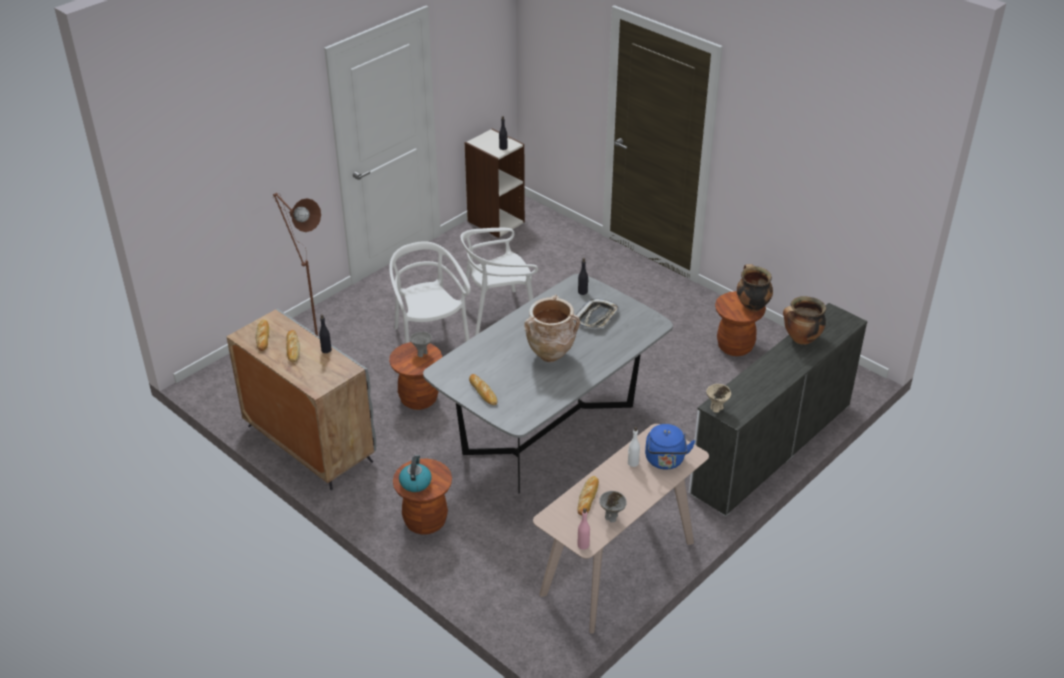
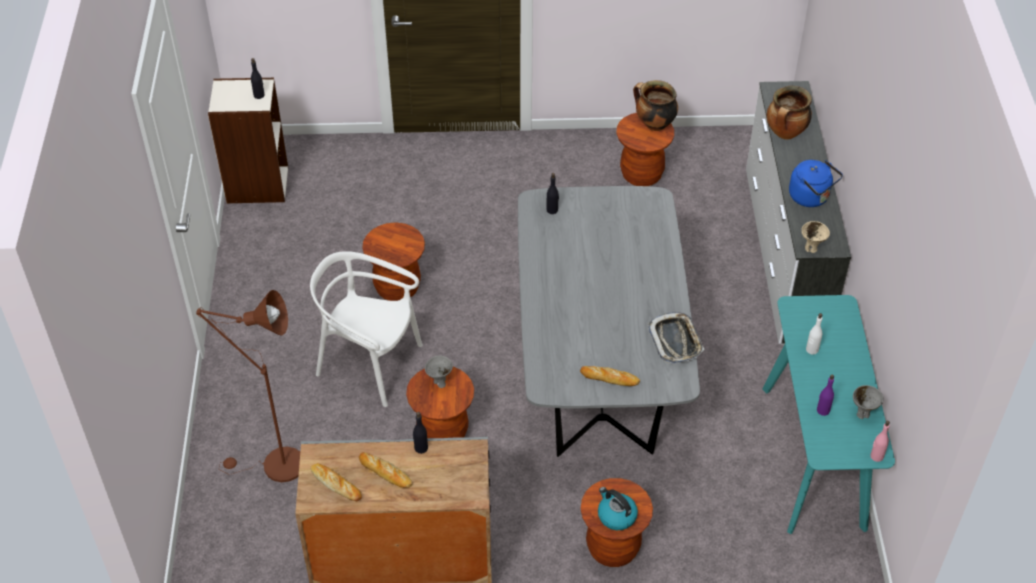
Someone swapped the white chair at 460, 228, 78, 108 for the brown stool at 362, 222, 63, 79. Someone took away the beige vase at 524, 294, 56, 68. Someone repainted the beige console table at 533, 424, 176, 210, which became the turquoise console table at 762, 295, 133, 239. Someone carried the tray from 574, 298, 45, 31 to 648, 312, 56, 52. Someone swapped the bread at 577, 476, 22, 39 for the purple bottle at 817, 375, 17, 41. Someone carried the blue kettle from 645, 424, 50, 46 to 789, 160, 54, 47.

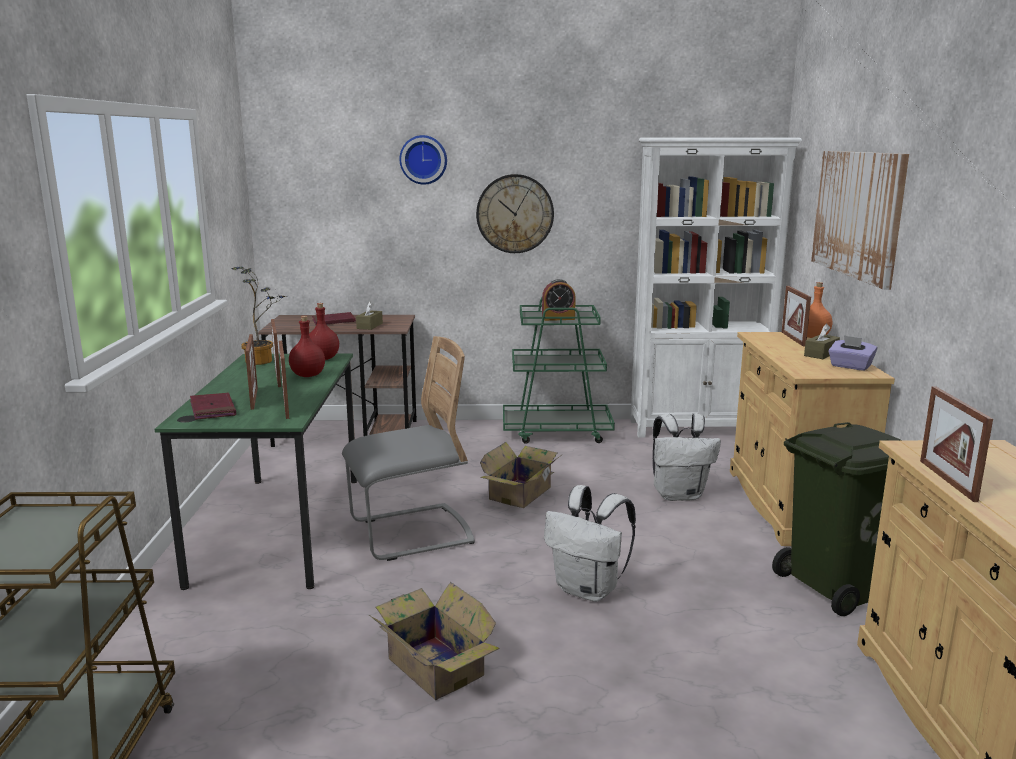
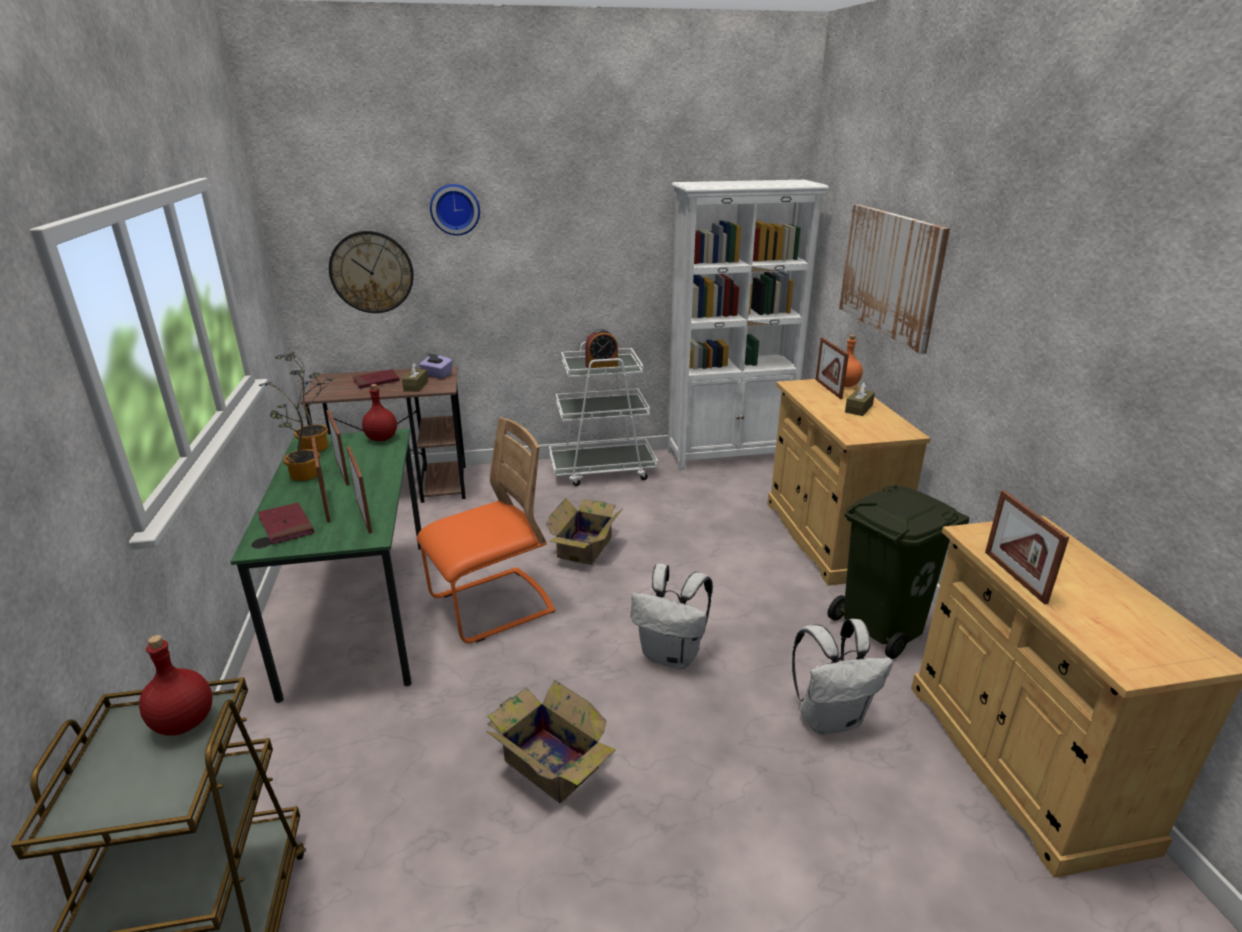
Someone carried the red bottle from 289, 316, 36, 61 to 139, 635, 73, 101. Someone repainted the grey chair at 342, 336, 133, 225, which became the orange chair at 417, 417, 138, 226. Someone carried the wall clock from 476, 174, 78, 79 to 329, 231, 85, 82. Someone repainted the green cart at 503, 298, 112, 146, which became the white cart at 549, 341, 109, 145. Someone carried the white backpack from 653, 414, 68, 87 to 792, 619, 101, 115. Someone carried the purple tissue box from 829, 335, 48, 36 to 419, 353, 34, 25. Someone put down the potted plant at 259, 370, 61, 111.

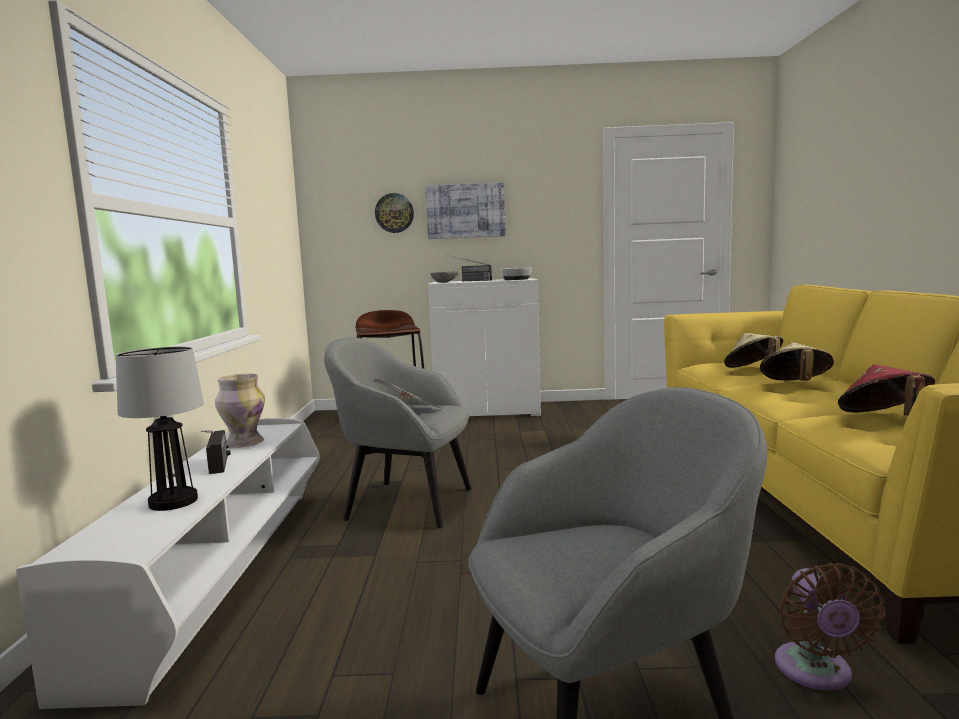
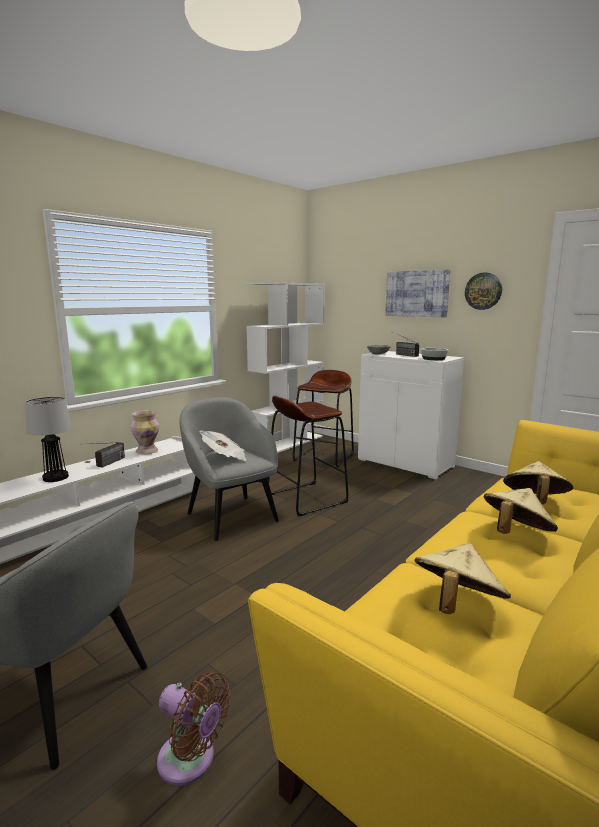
Someone carried the wall clock from 375, 193, 39, 40 to 465, 272, 37, 38. Someone rotated the brown fan at 775, 563, 110, 128 by 105 degrees counterclockwise. Someone repainted the red hat at 838, 364, 97, 51, which became the beige hat at 415, 543, 96, 71. Someone put down the white bookcase at 245, 282, 80, 171. Someone put down the brown stool at 267, 396, 82, 120.

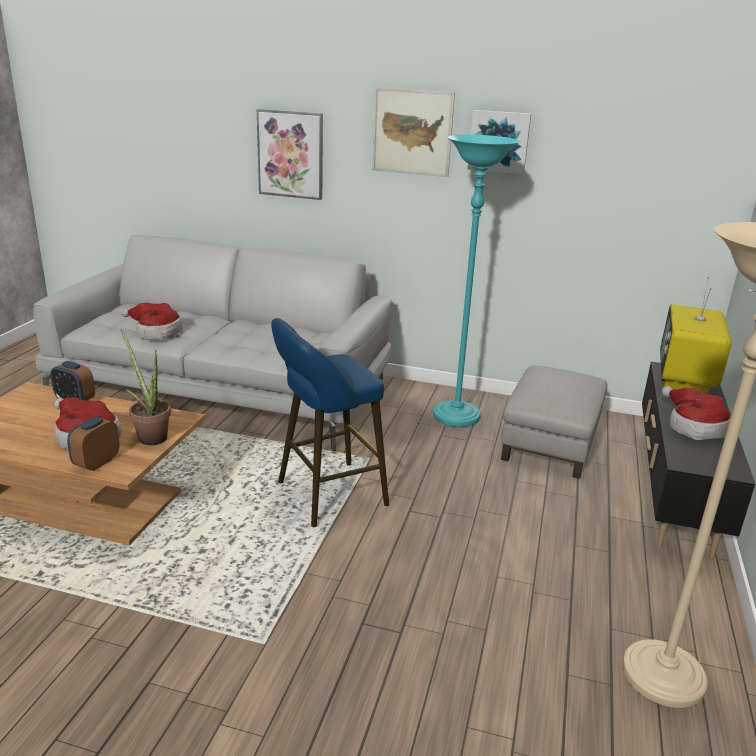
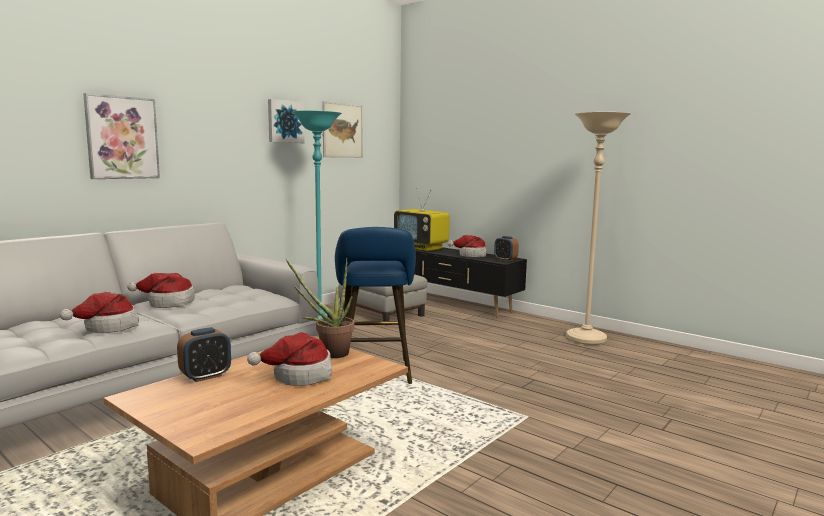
Someone carried the alarm clock from 67, 417, 53, 54 to 494, 236, 25, 26. Someone carried the picture from 372, 87, 83, 90 to 322, 101, 41, 57. Someone put down the hat at 127, 273, 68, 35.

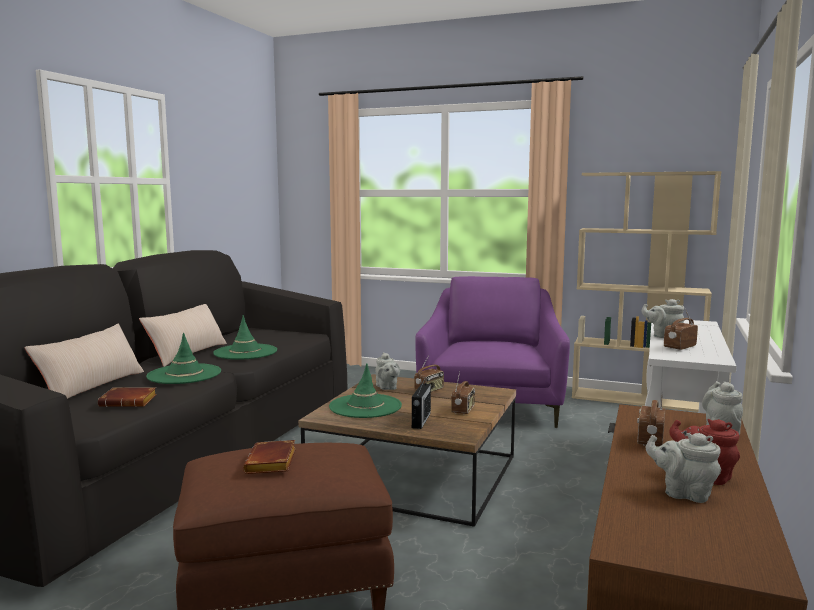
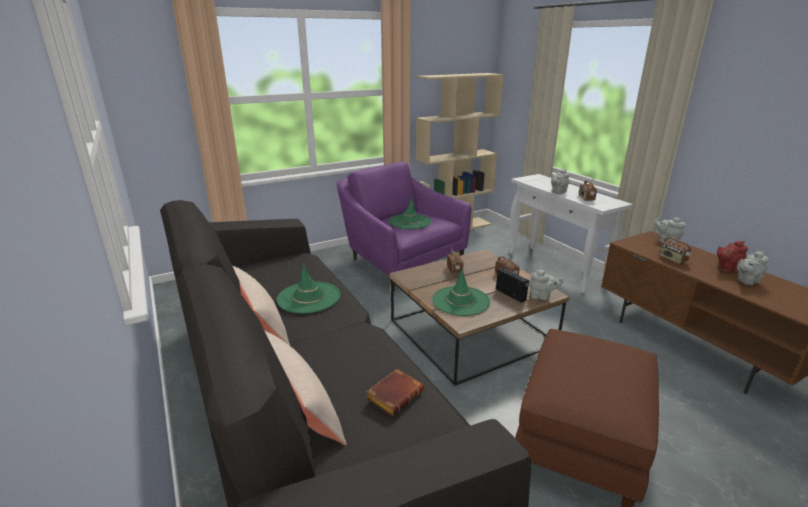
Someone carried the green hat from 146, 333, 75, 51 to 389, 197, 42, 32. Someone took away the brown book at 243, 440, 53, 34. Someone carried the grey teapot from 375, 352, 25, 38 to 529, 269, 34, 31.

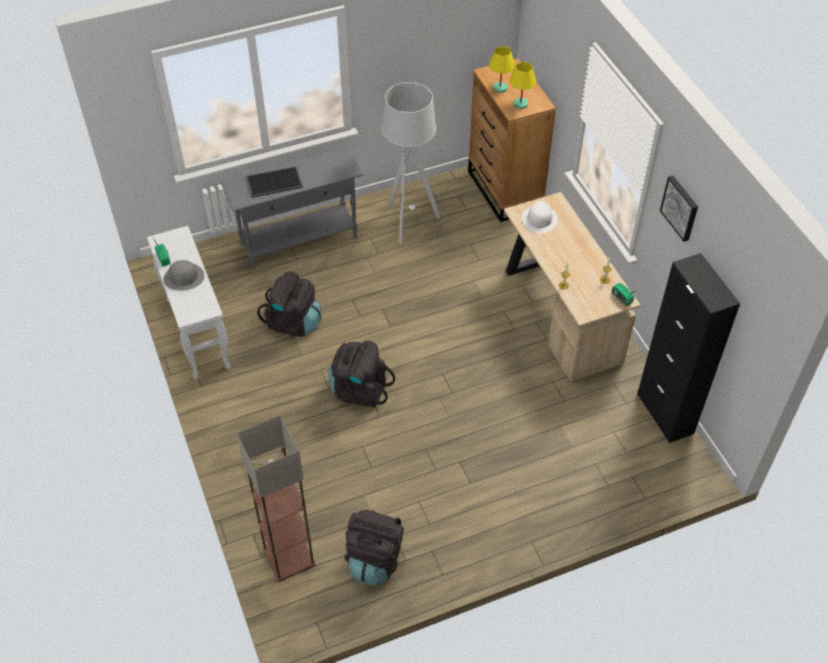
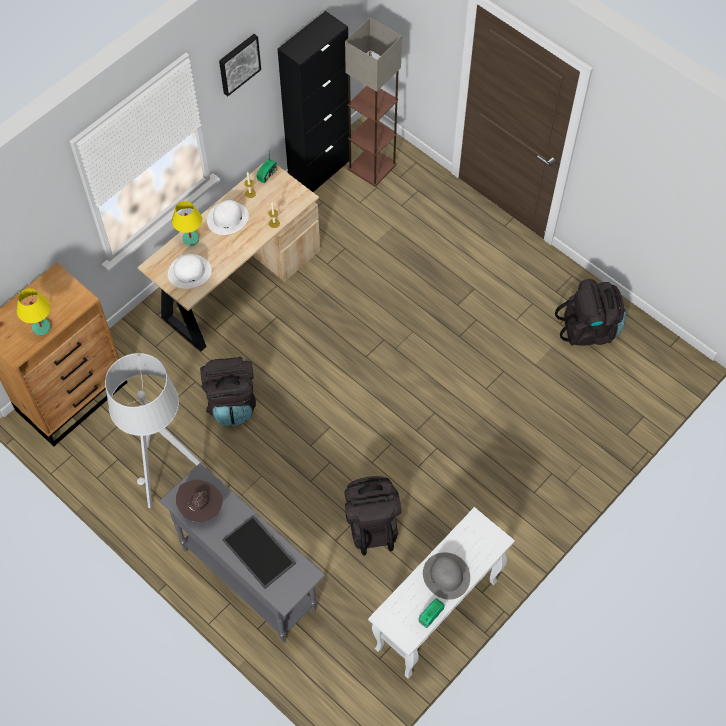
Someone carried the floor lamp from 236, 415, 80, 167 to 345, 18, 57, 169. Someone carried the black backpack from 328, 341, 67, 67 to 200, 357, 56, 69. Someone carried the yellow table lamp from 510, 62, 26, 47 to 172, 201, 30, 45. Someone put down the brown hat at 176, 479, 47, 44. Someone put down the white hat at 207, 200, 42, 35.

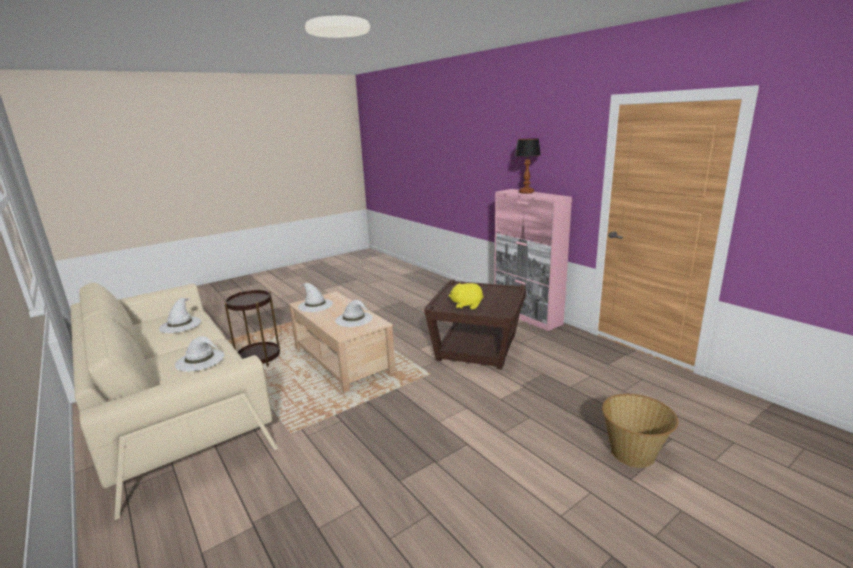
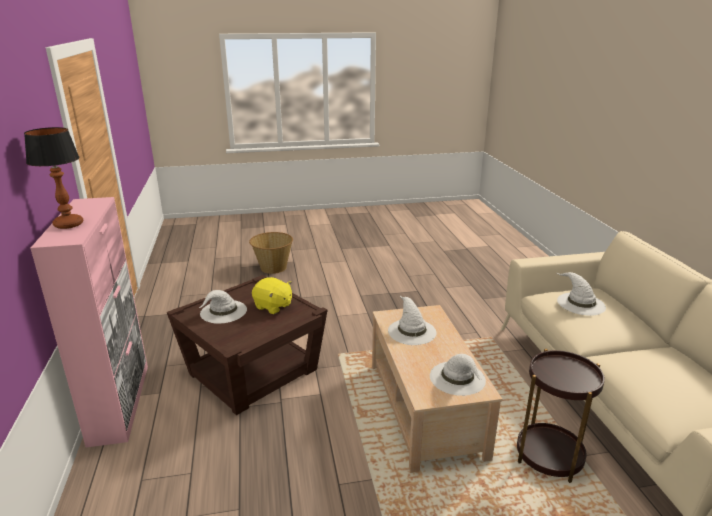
Someone carried the white hat from 159, 298, 42, 35 to 199, 290, 48, 34.

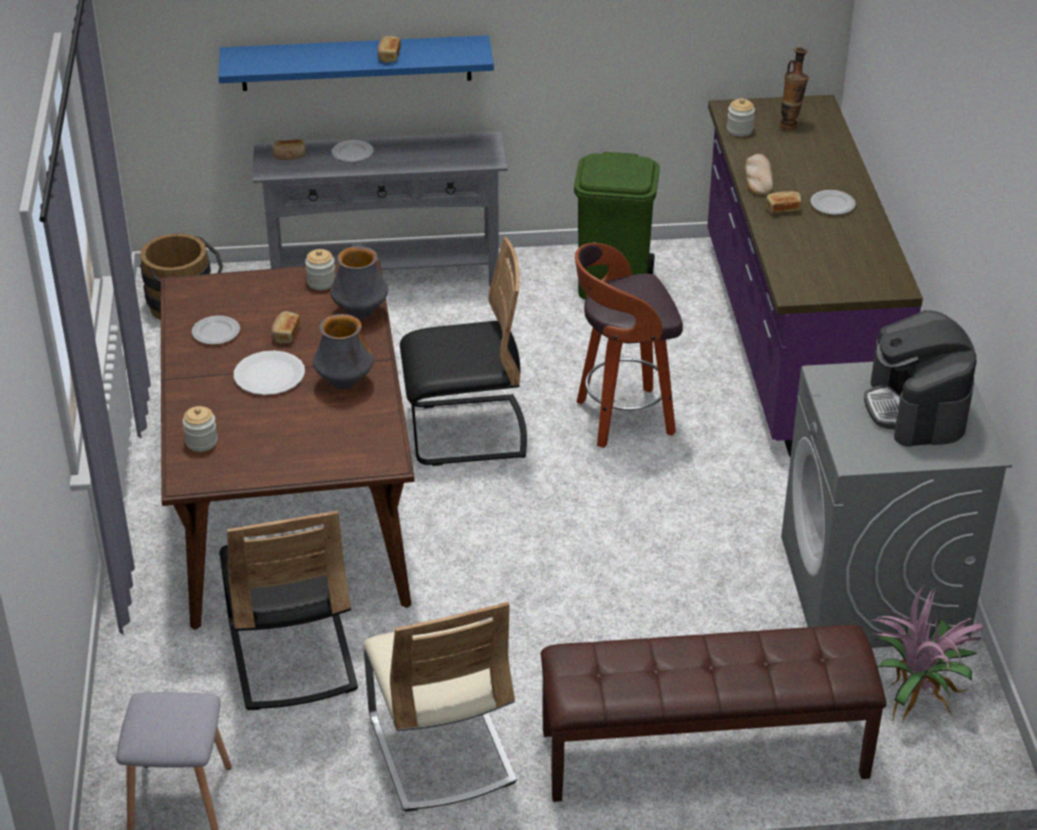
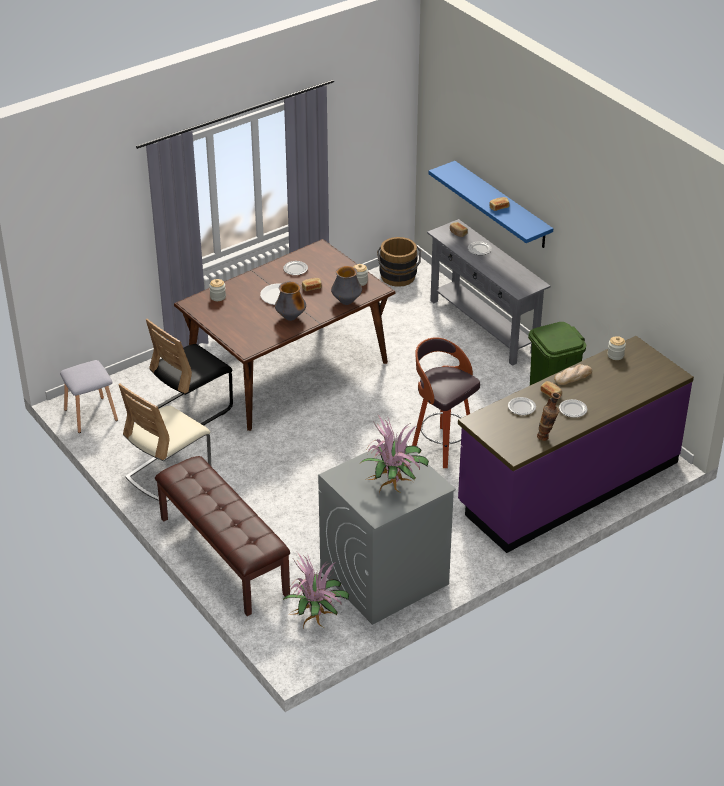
Someone took away the black chair at 400, 237, 127, 229. Someone carried the vase from 780, 47, 29, 82 to 537, 392, 24, 49. Someone swapped the coffee machine at 864, 310, 112, 137 for the potted plant at 361, 414, 68, 79. Someone put down the plate at 508, 397, 28, 18.

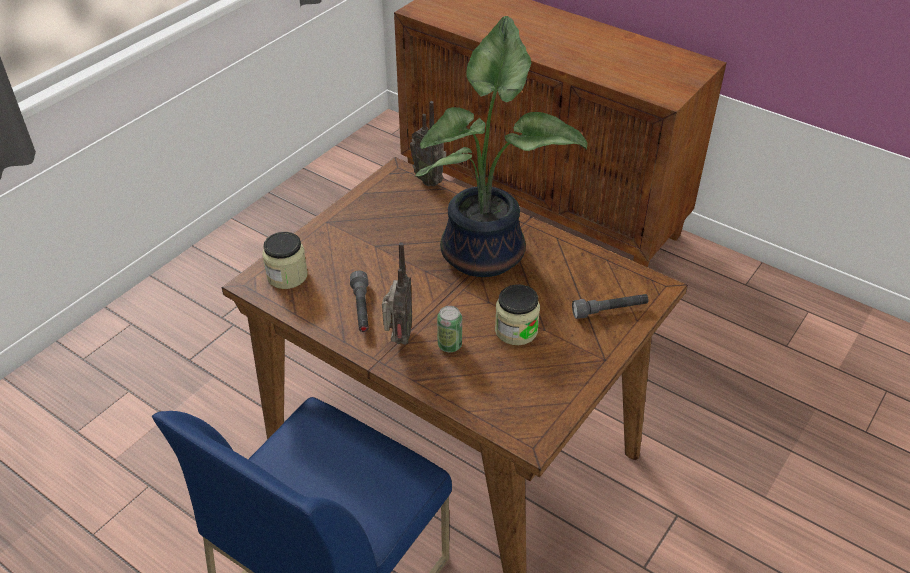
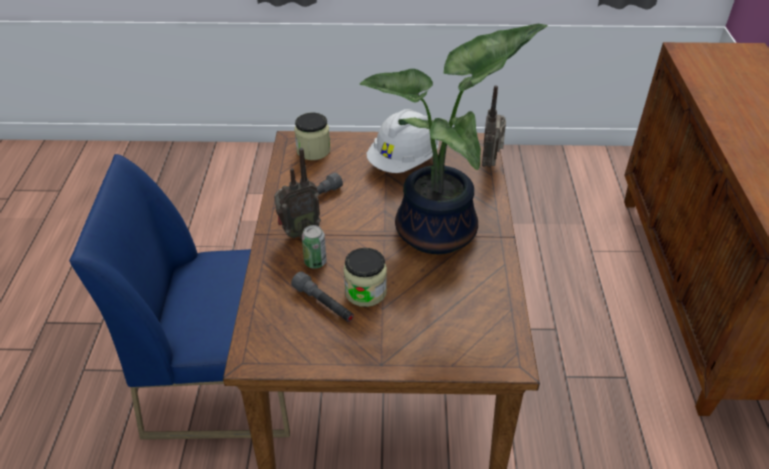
Someone carried the grey flashlight from 572, 294, 77, 25 to 291, 271, 63, 51. Someone put down the white hard hat at 366, 109, 73, 64.

